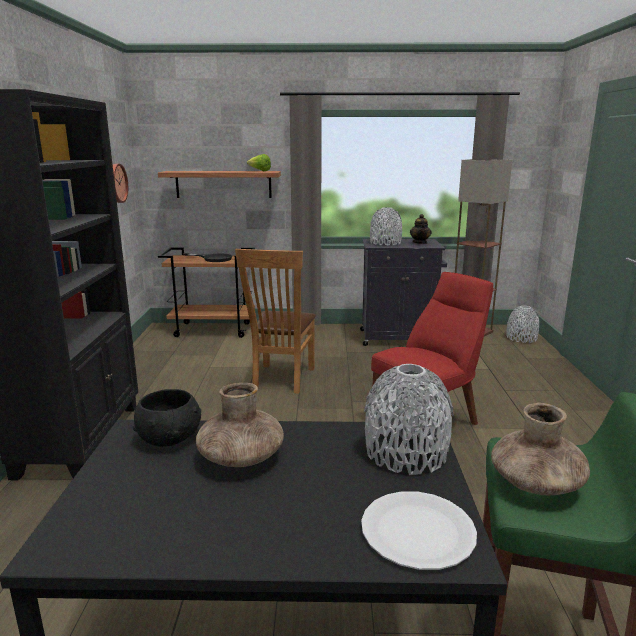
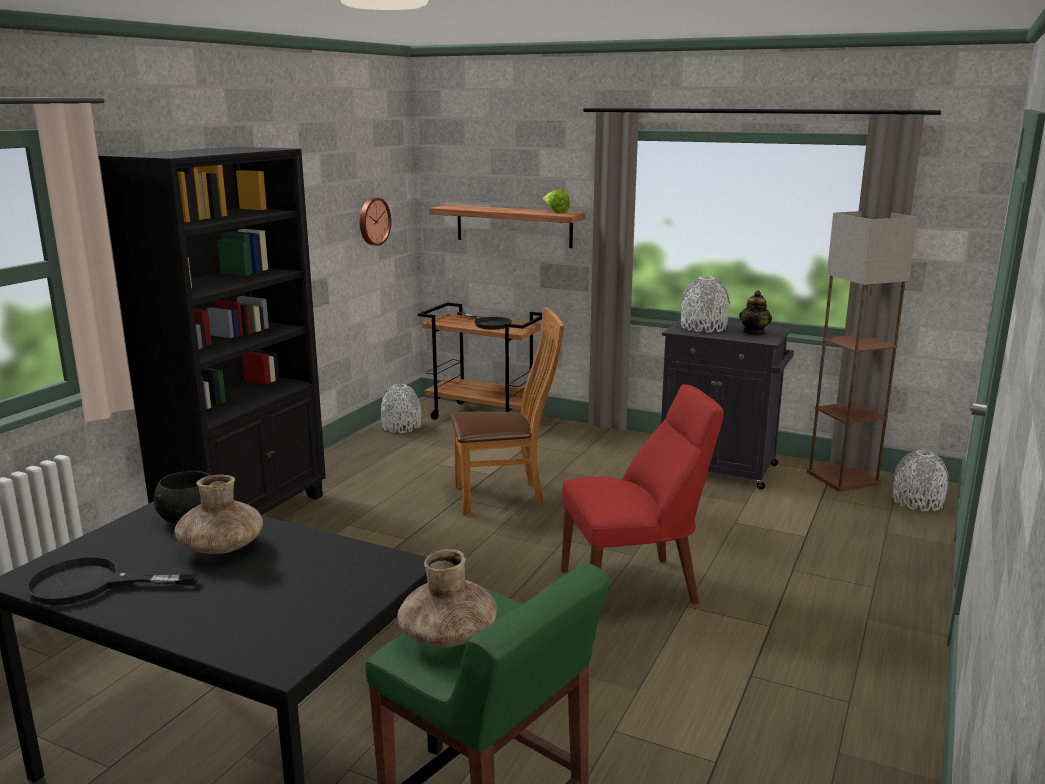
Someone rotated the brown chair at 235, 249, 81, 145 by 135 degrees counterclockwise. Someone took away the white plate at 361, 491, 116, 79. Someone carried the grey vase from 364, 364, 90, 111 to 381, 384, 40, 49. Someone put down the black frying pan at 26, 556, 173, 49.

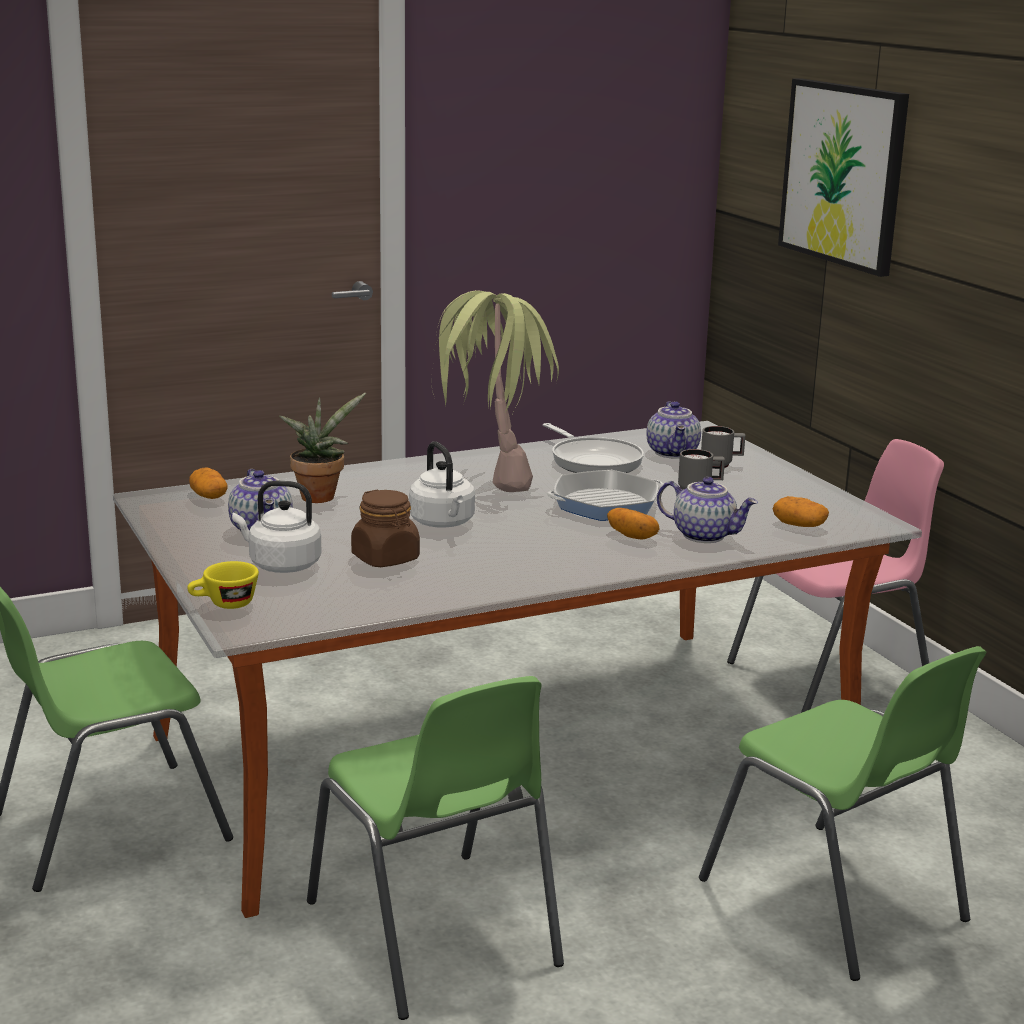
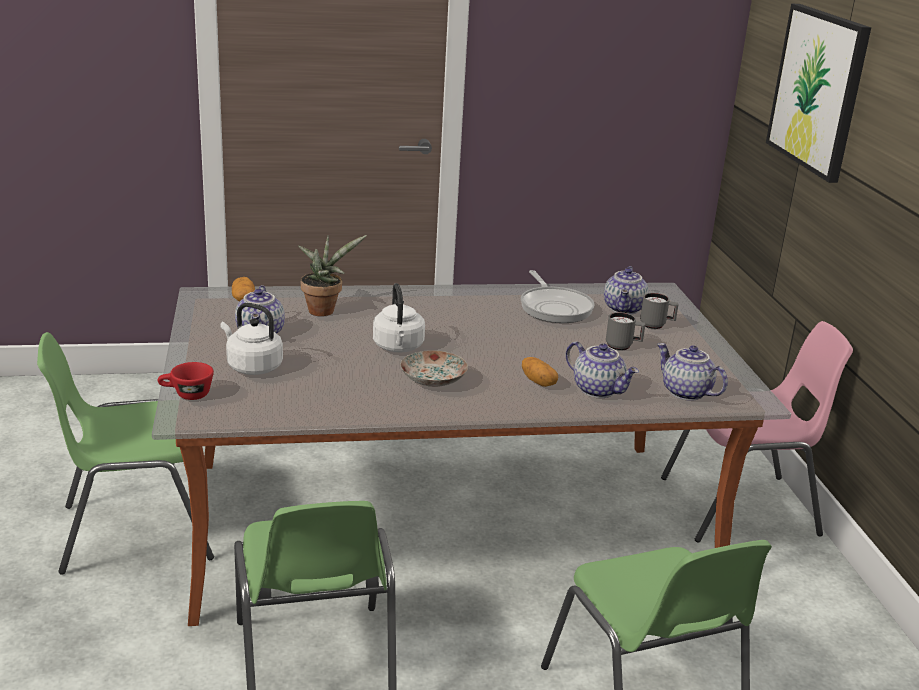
Someone repainted the yellow cup at 187, 561, 72, 48, which became the red cup at 158, 362, 56, 38. Someone took away the brown jar at 351, 489, 69, 78. Someone took away the potted plant at 431, 290, 128, 202. Someone took away the frying pan at 547, 470, 117, 51. Someone swapped the potato at 773, 496, 56, 31 for the teapot at 657, 343, 71, 58. Someone put down the plate at 400, 350, 68, 37.

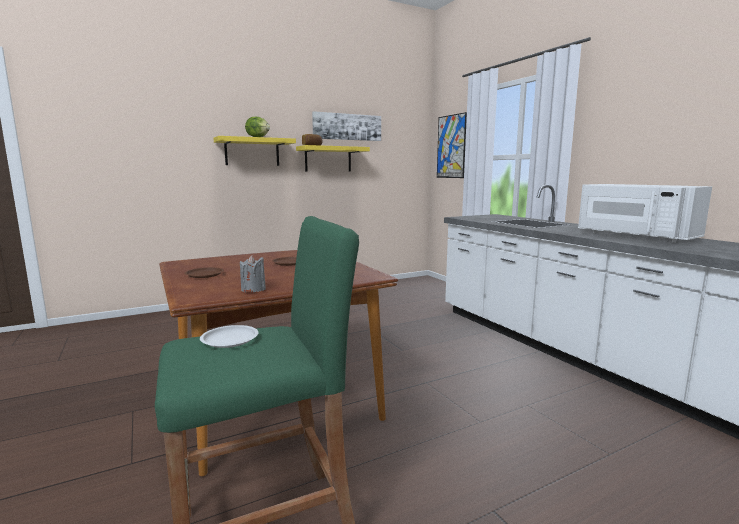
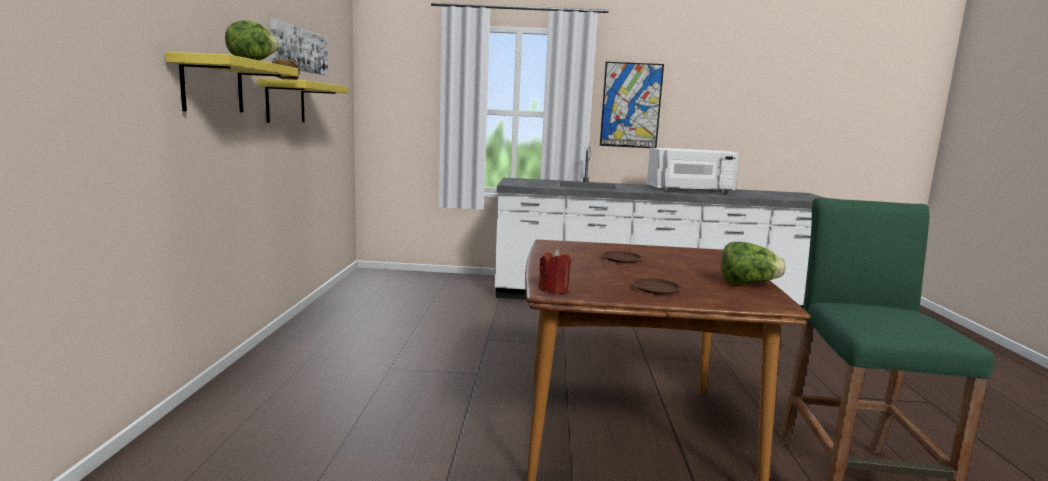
Someone took away the white plate at 200, 325, 58, 23. Someone swapped the grey candle at 240, 255, 26, 37 for the lettuce at 721, 242, 65, 43. Someone carried the picture from 437, 112, 30, 66 to 600, 62, 64, 86. Someone put down the red candle at 538, 249, 33, 45.

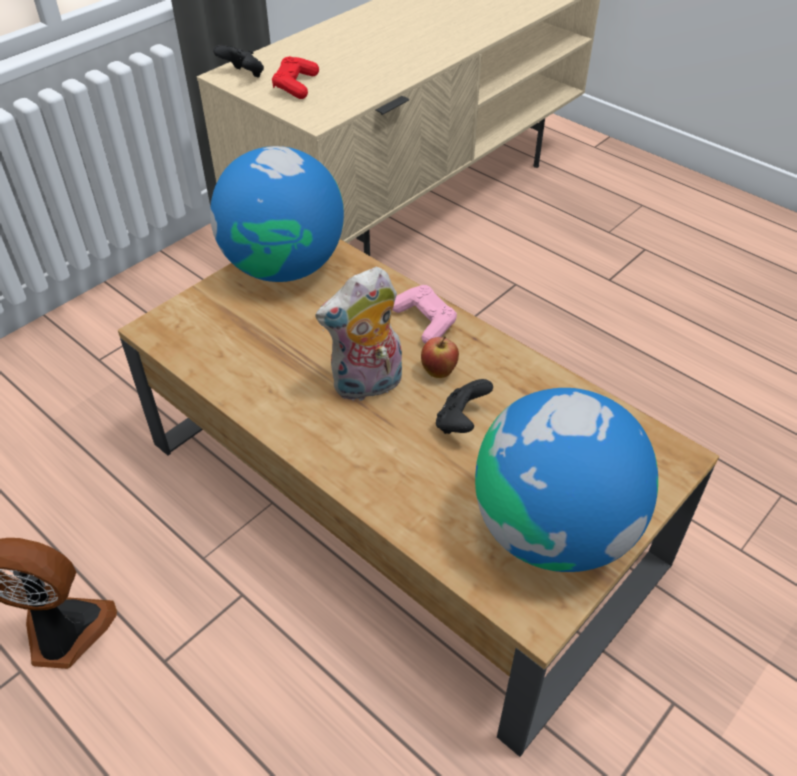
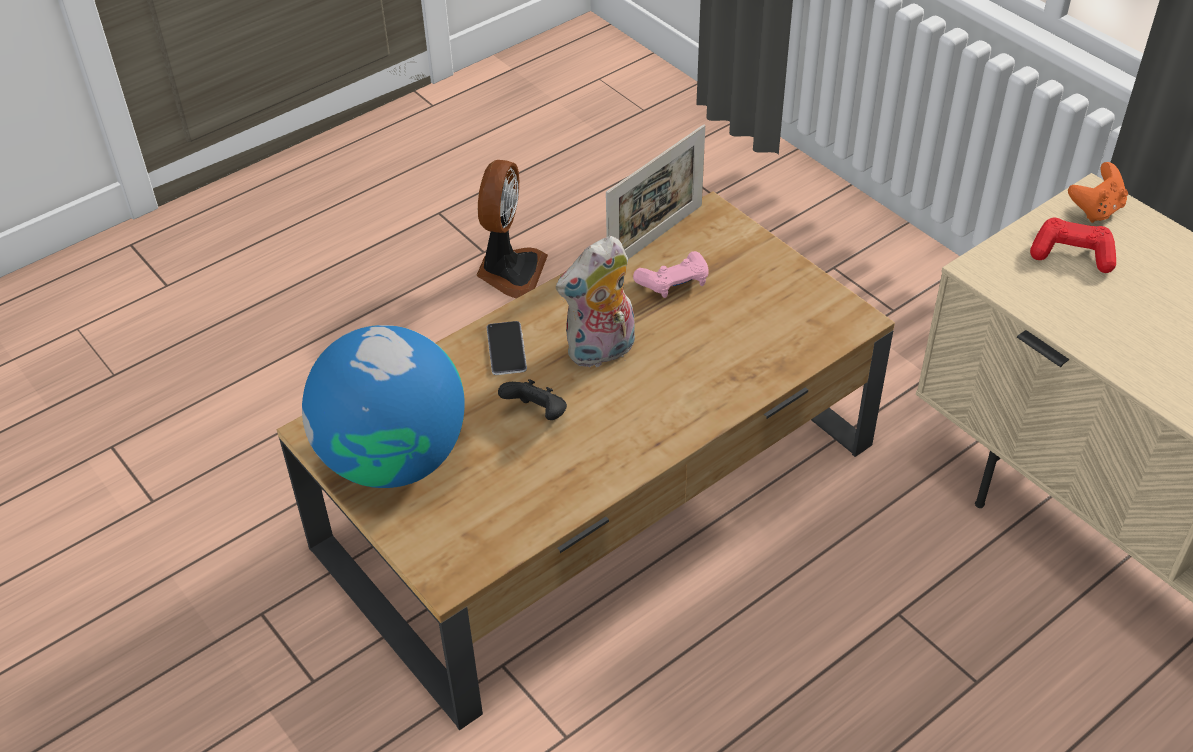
Someone took away the globe at 210, 146, 134, 136. Someone repainted the black game controller at 213, 45, 51, 32, which became the orange game controller at 1068, 162, 60, 61. Someone rotated the plush toy at 316, 267, 86, 134 by 105 degrees counterclockwise. Someone carried the pink game controller from 392, 285, 65, 59 to 633, 251, 76, 47. Someone took away the apple at 421, 336, 38, 42. Someone put down the phone at 487, 321, 40, 54. Someone put down the picture frame at 606, 124, 99, 135.

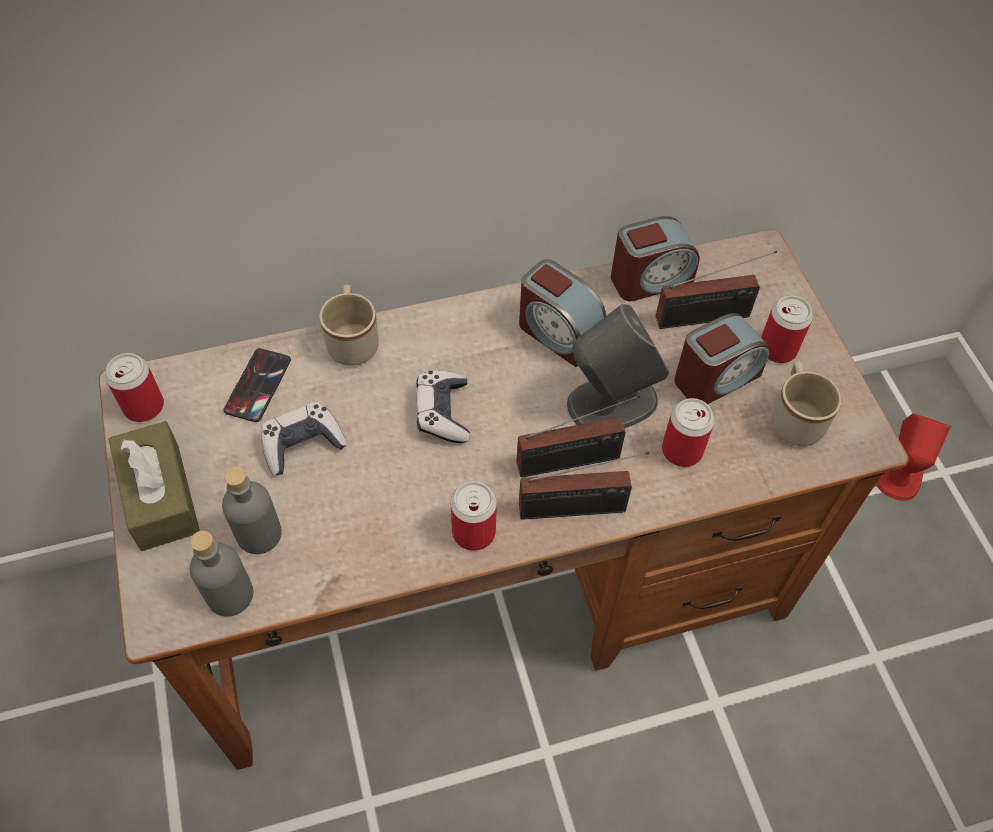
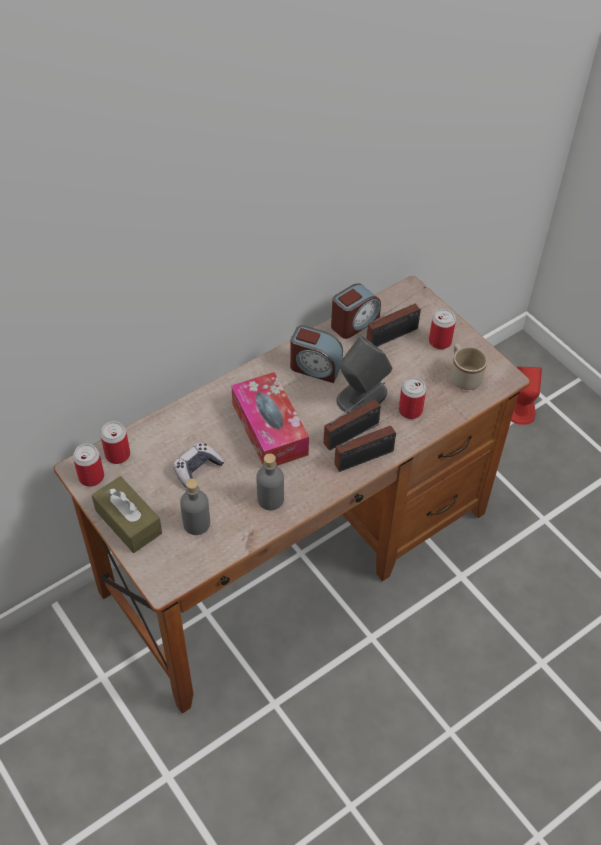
Someone carried the grey bottle from 190, 531, 63, 86 to 256, 453, 28, 57. Someone took away the phone at 224, 348, 67, 74. Someone took away the beige mug at 319, 285, 60, 81. Someone swapped the game controller at 416, 370, 54, 73 for the tissue box at 231, 372, 78, 94. Someone carried the can from 451, 481, 46, 70 to 100, 421, 30, 43. Someone took away the alarm clock at 674, 313, 96, 91.

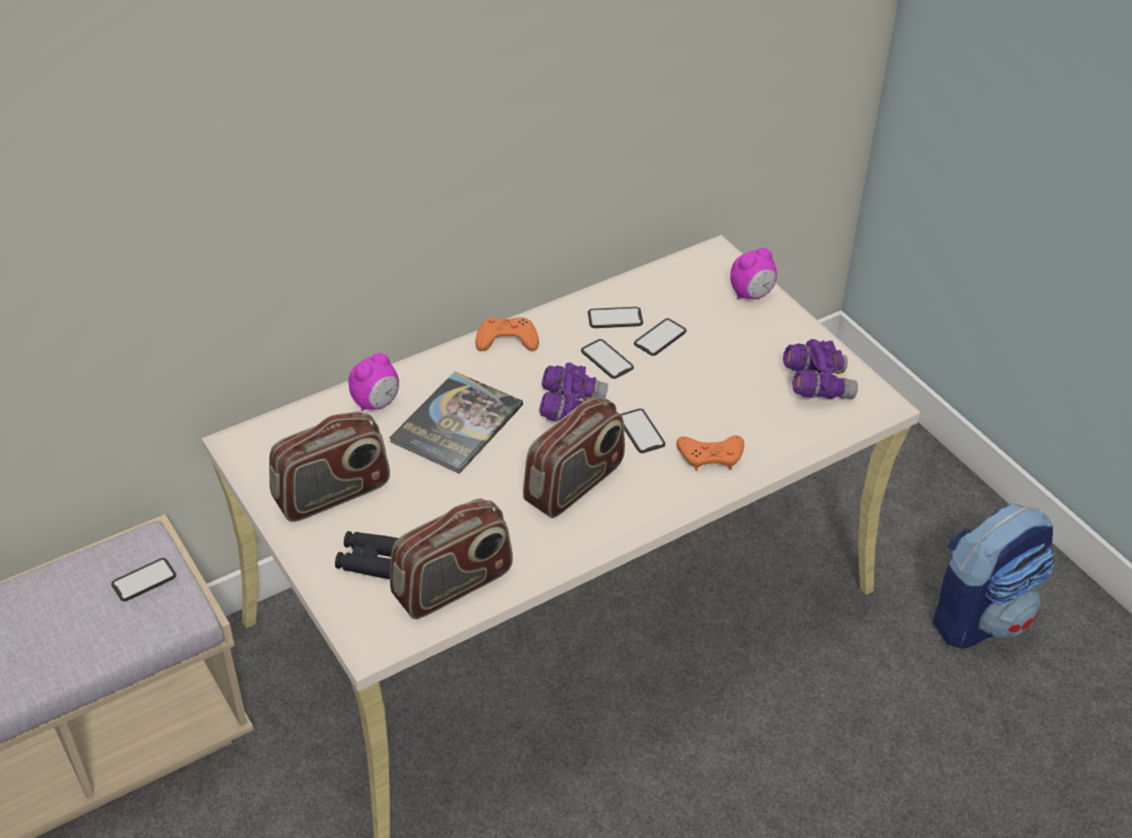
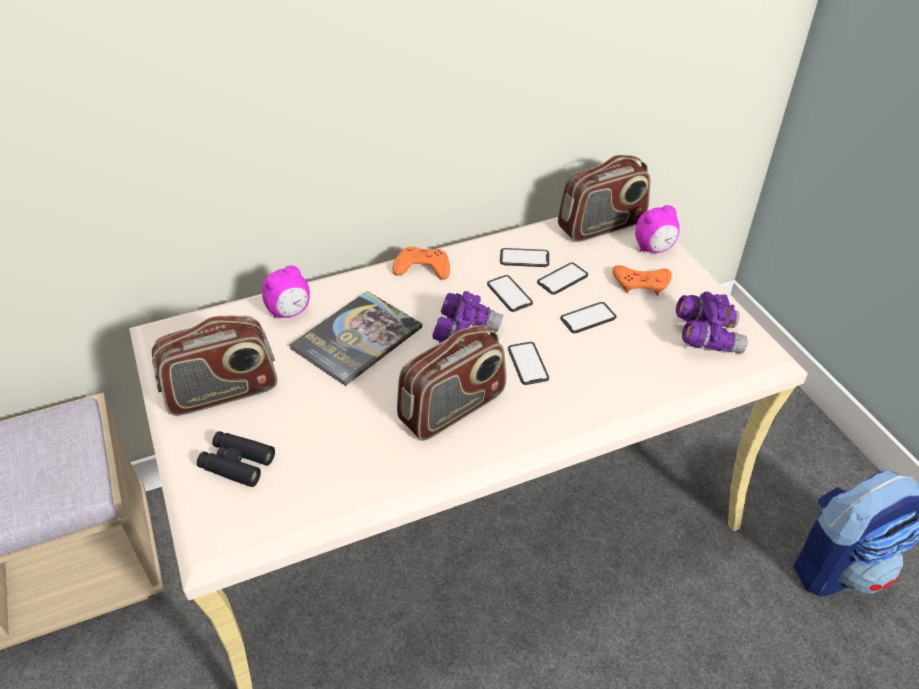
Someone carried the phone from 111, 558, 65, 43 to 560, 302, 57, 31. Someone carried the radio from 390, 498, 123, 121 to 558, 155, 92, 87. Someone carried the orange game controller from 676, 436, 68, 35 to 613, 265, 59, 31.

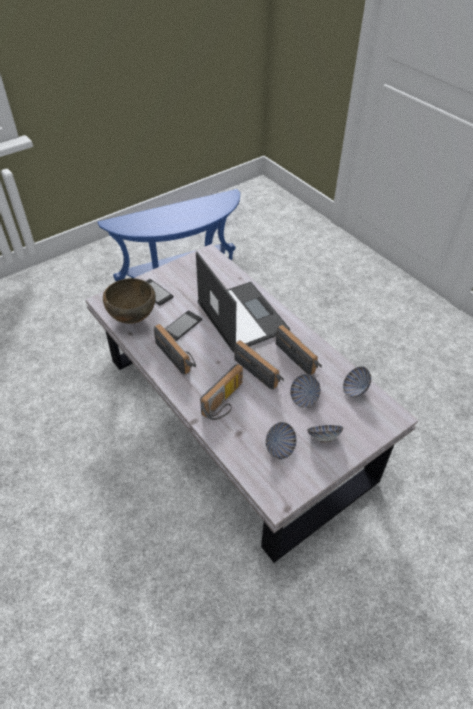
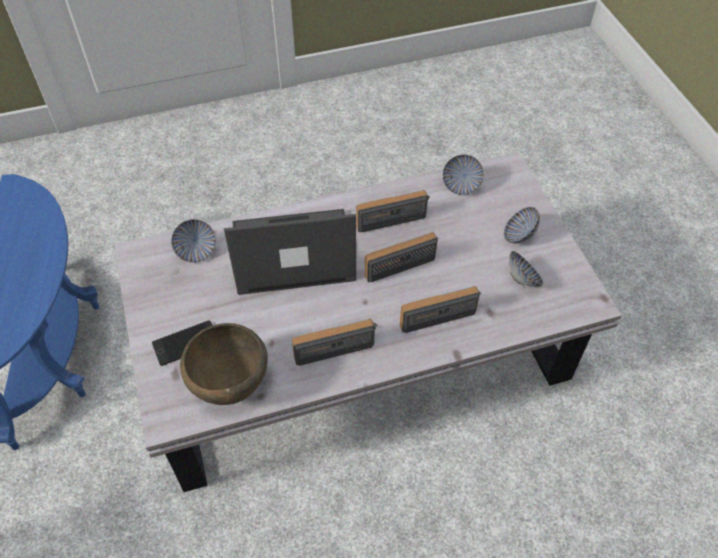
Someone took away the phone at 165, 311, 37, 30. Someone rotated the radio at 200, 364, 43, 56 by 75 degrees counterclockwise. Someone carried the bowl from 290, 374, 31, 34 to 171, 219, 45, 44.

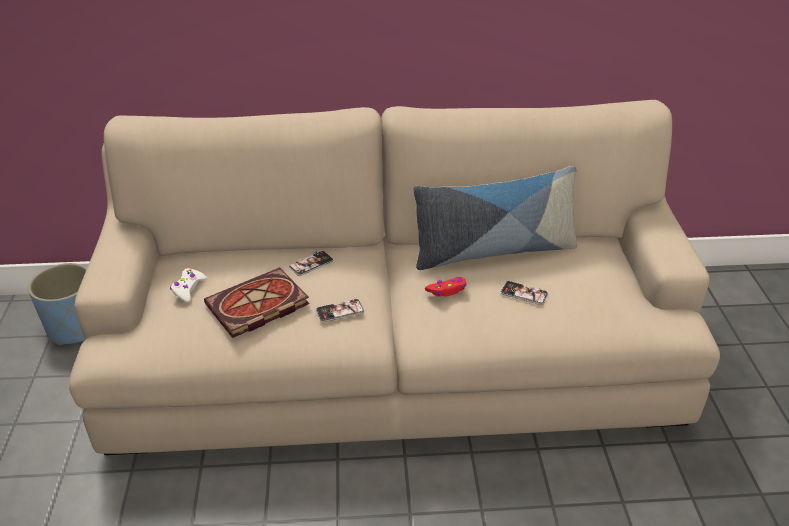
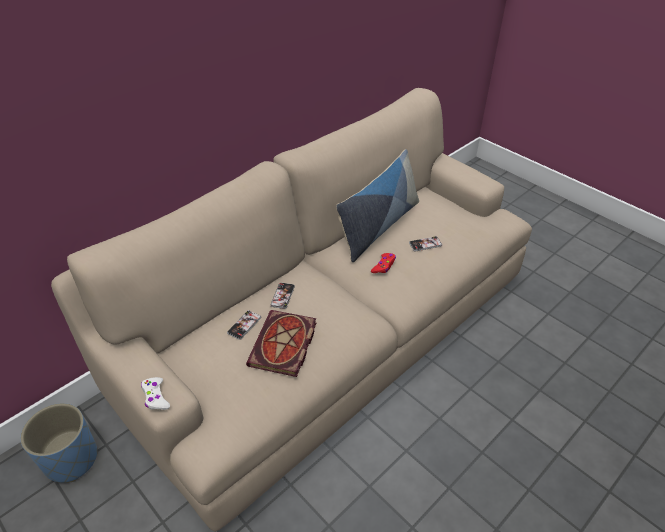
Someone carried the white game controller from 170, 268, 37, 34 to 141, 377, 29, 33. Someone carried the phone from 316, 298, 48, 24 to 227, 310, 34, 30.

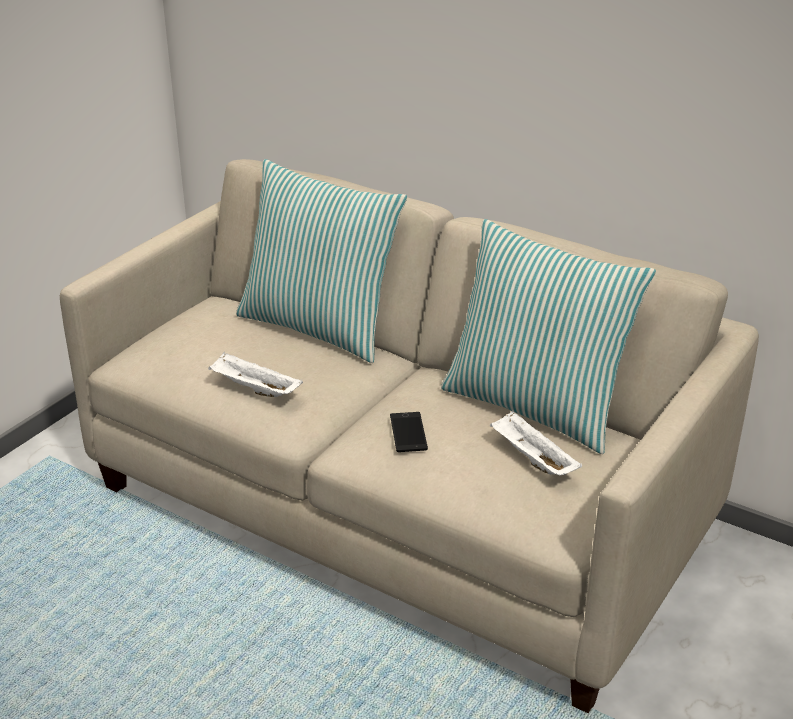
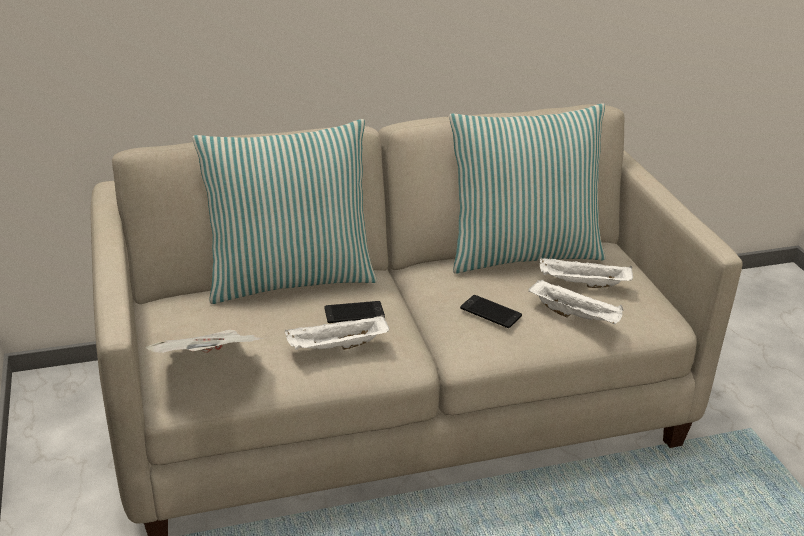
Someone put down the newspaper at 146, 329, 116, 24. Someone put down the phone at 325, 301, 60, 22. Someone put down the white tray at 528, 279, 96, 45.

